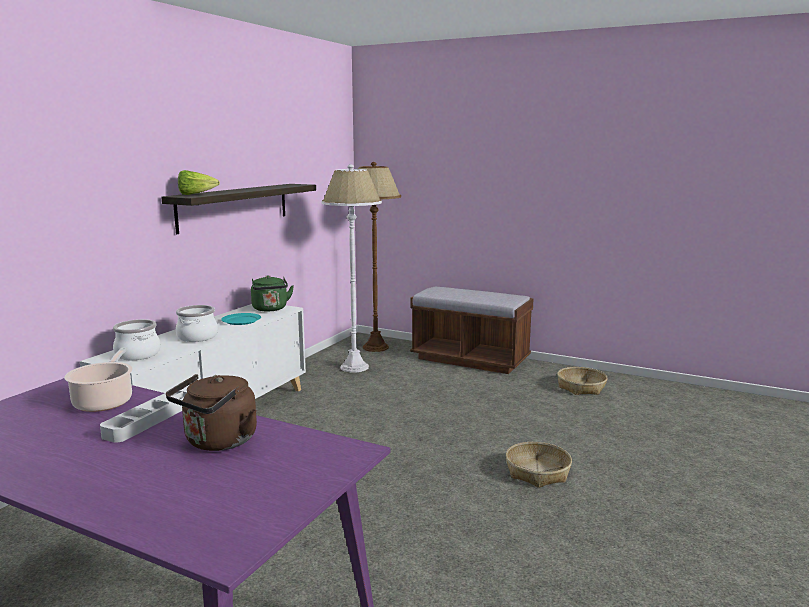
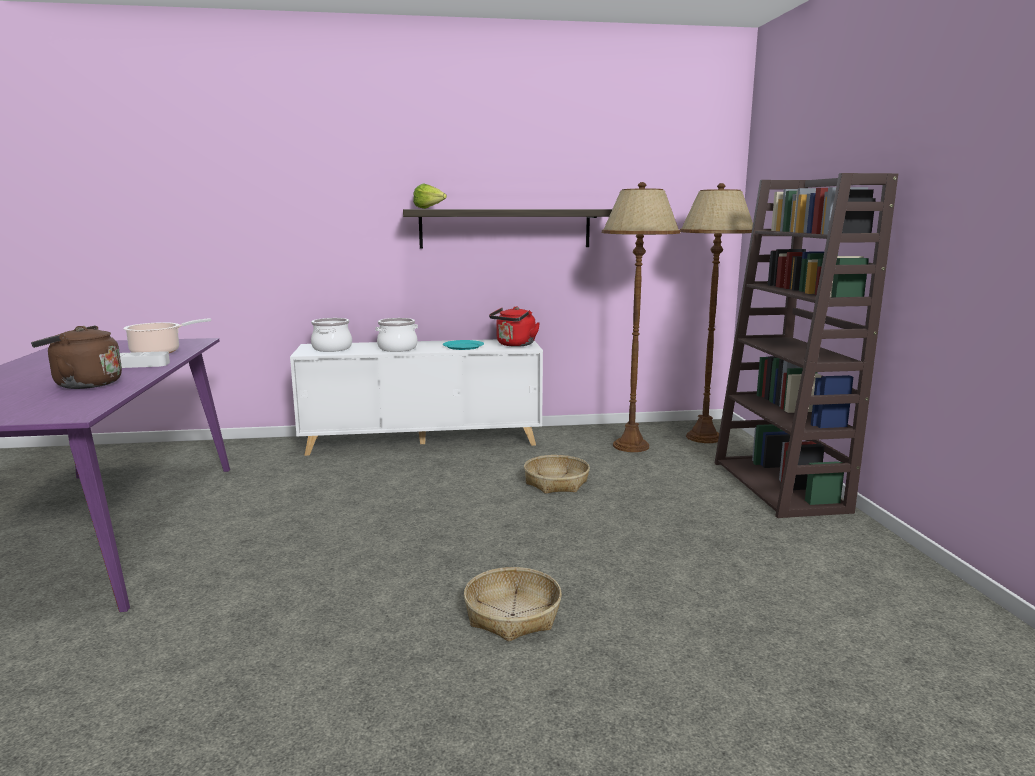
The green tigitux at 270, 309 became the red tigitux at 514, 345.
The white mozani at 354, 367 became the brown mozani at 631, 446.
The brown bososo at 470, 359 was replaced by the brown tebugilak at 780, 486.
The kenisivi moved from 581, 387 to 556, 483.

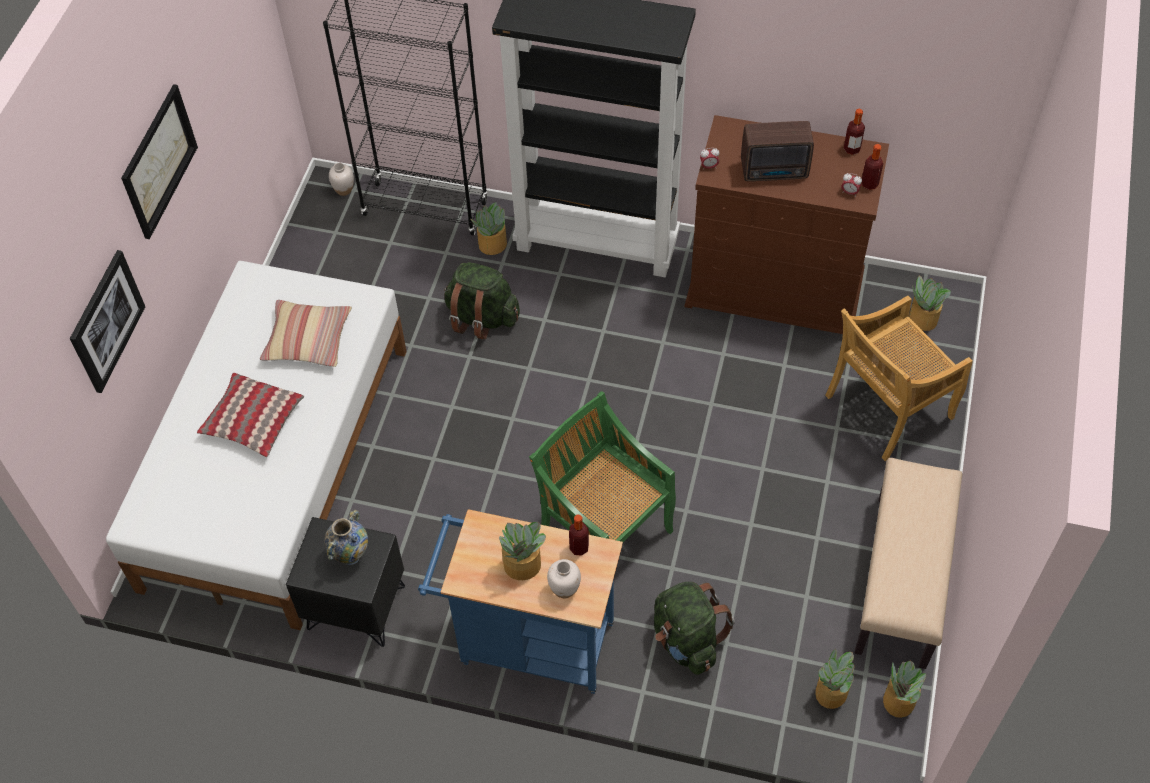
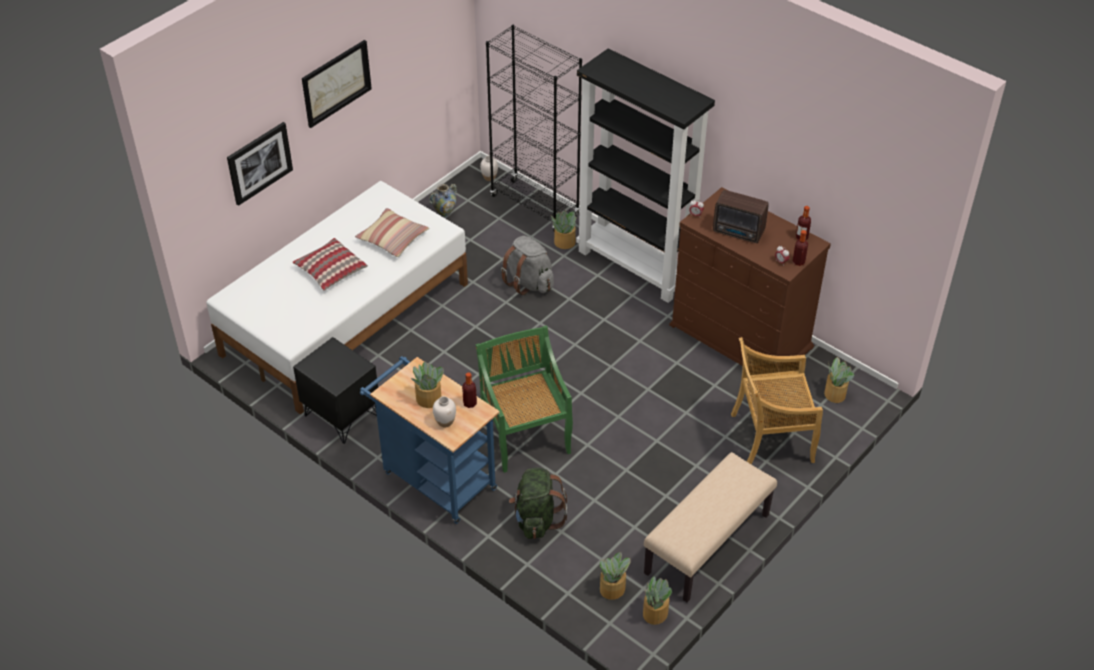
The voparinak moved from 350, 555 to 444, 213.
The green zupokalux at 482, 318 became the grey zupokalux at 529, 282.

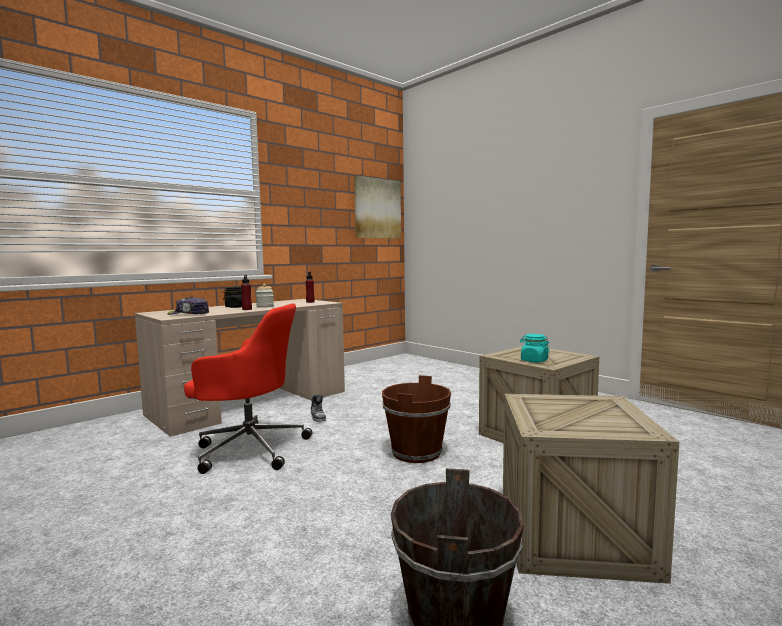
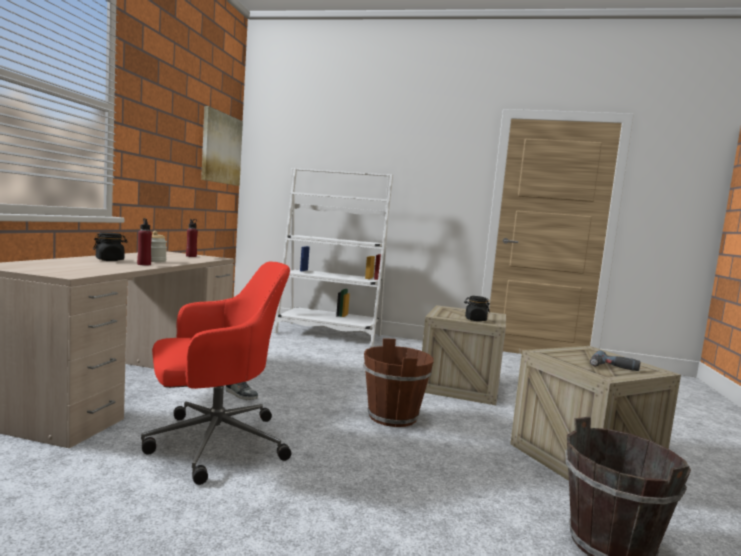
The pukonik at 188, 314 disappeared.
The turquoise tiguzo at 534, 360 became the black tiguzo at 475, 320.
The white tebugilak at 329, 334 appeared.
The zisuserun at 613, 368 appeared.

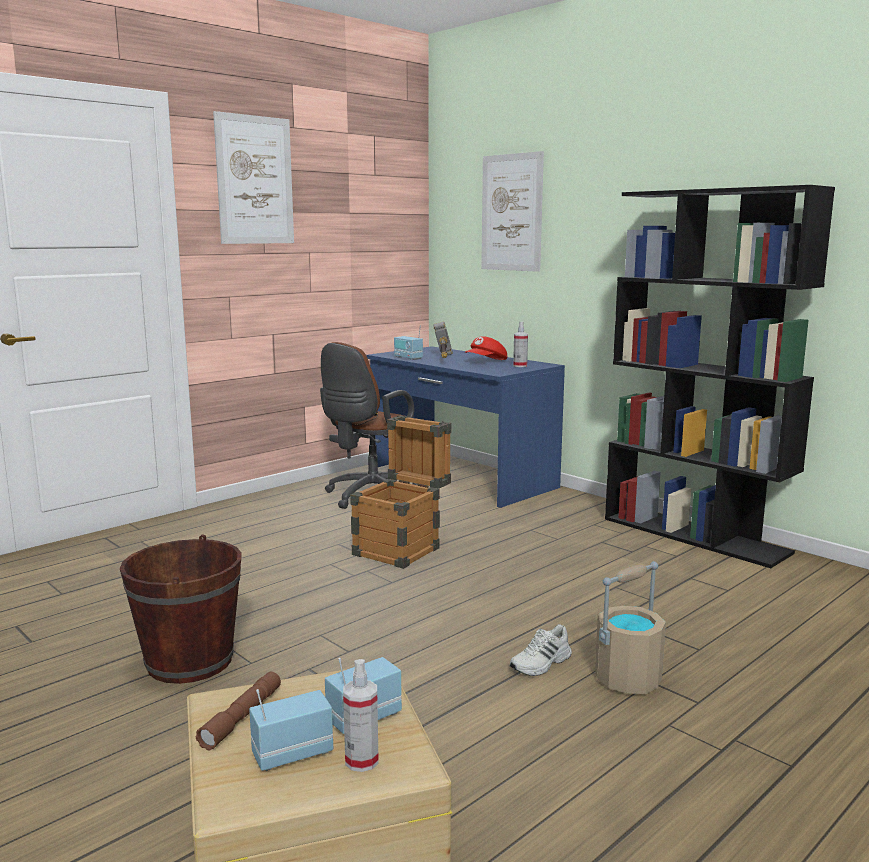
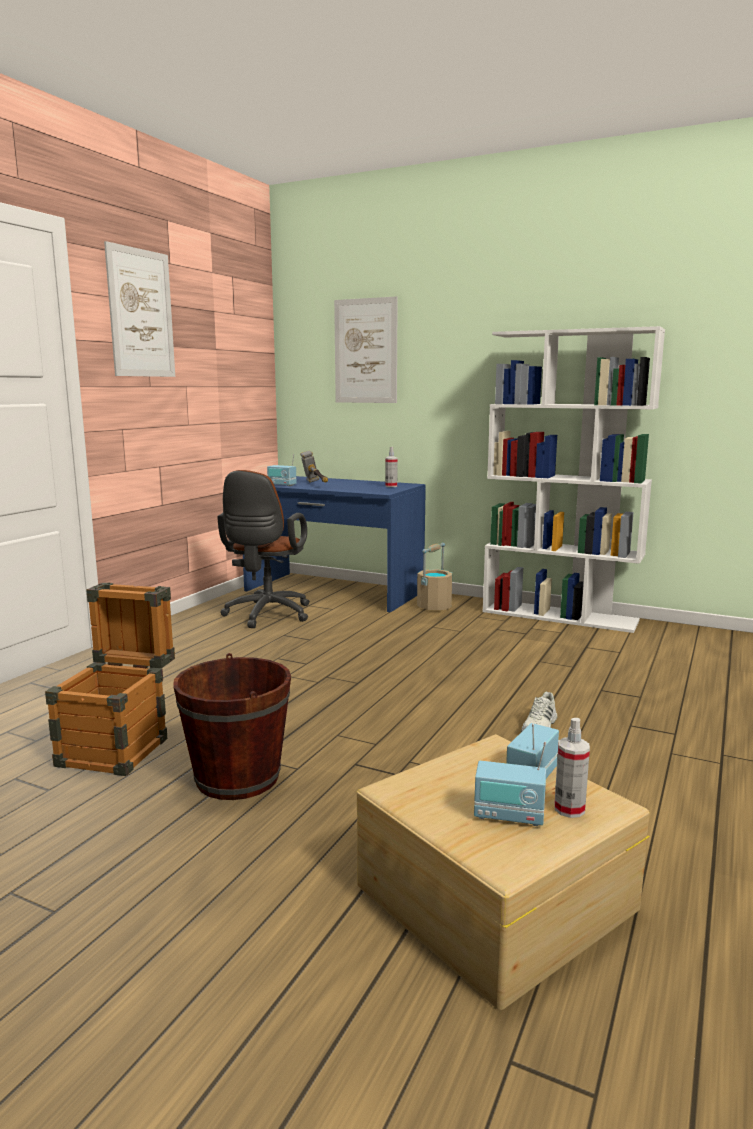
The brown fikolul at 242, 717 disappeared.
The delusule at 292, 754 turned 120 degrees counterclockwise.
The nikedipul moved from 403, 548 to 121, 746.
The red pukonik at 486, 362 disappeared.
The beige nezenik moved from 628, 678 to 434, 606.
The black tebugilak at 695, 535 became the white tebugilak at 560, 616.

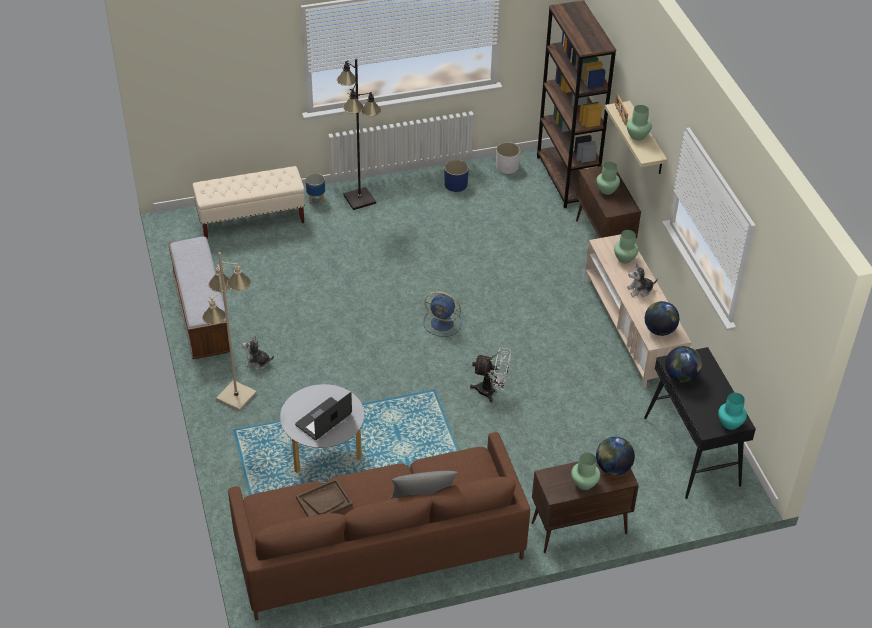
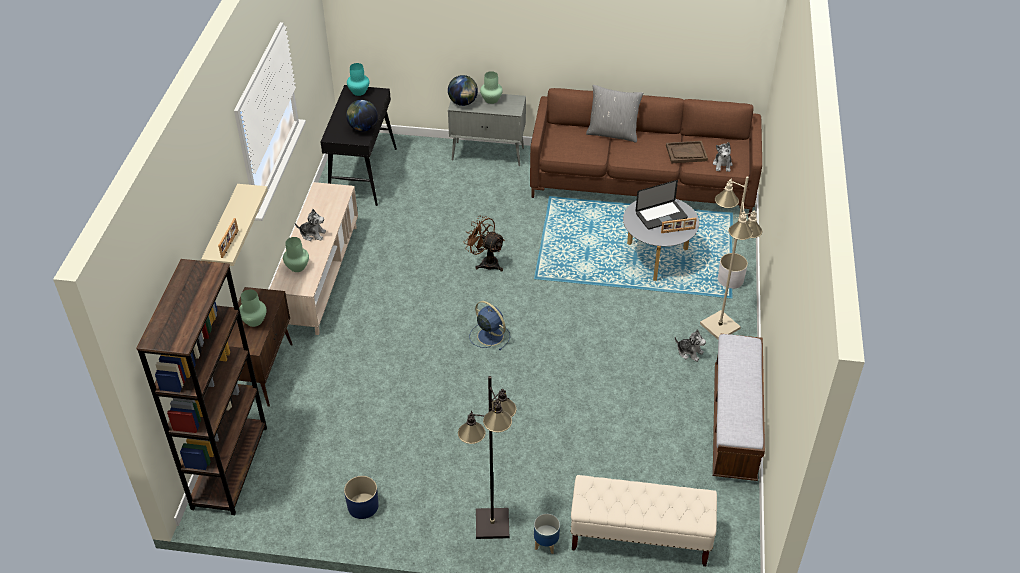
The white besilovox at 491, 391 became the brown besilovox at 486, 262.
The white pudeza moved from 507, 166 to 730, 279.
The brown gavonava at 578, 528 became the grey gavonava at 488, 154.
The green voparinak at 637, 136 disappeared.
The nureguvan at 659, 330 disappeared.
The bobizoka at 678, 231 appeared.
The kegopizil at 722, 165 appeared.

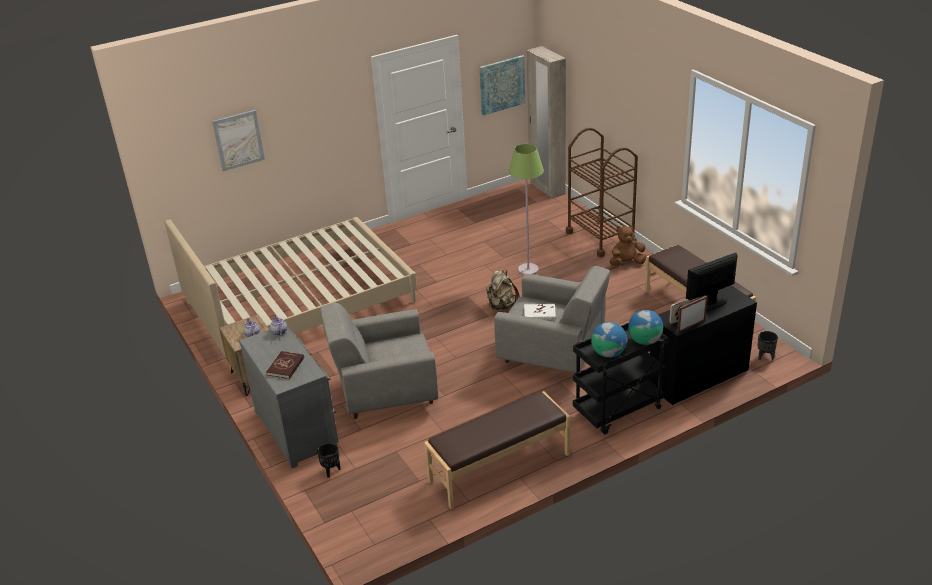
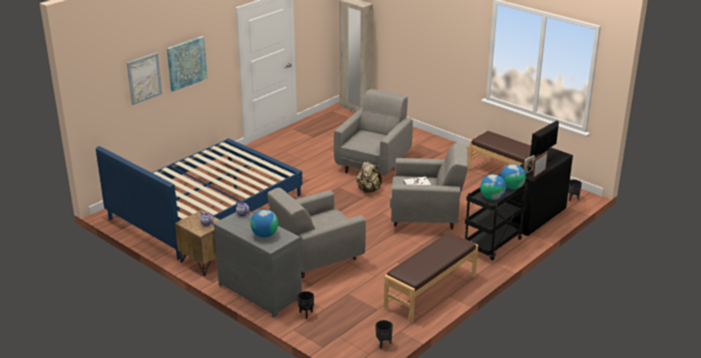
The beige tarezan at 299, 302 became the blue tarezan at 206, 207.
The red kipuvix at 286, 366 was replaced by the nureguvan at 264, 235.
The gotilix moved from 502, 84 to 186, 63.
The green mozani at 528, 270 was replaced by the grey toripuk at 374, 164.
The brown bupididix at 600, 238 disappeared.
The brown kegopizil at 626, 263 disappeared.
The black pudeza at 383, 344 appeared.

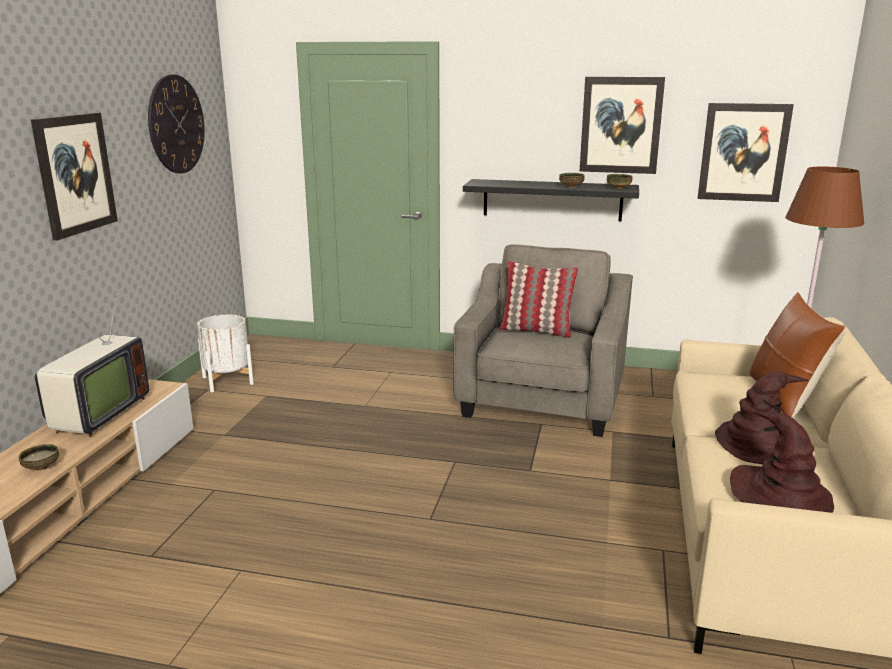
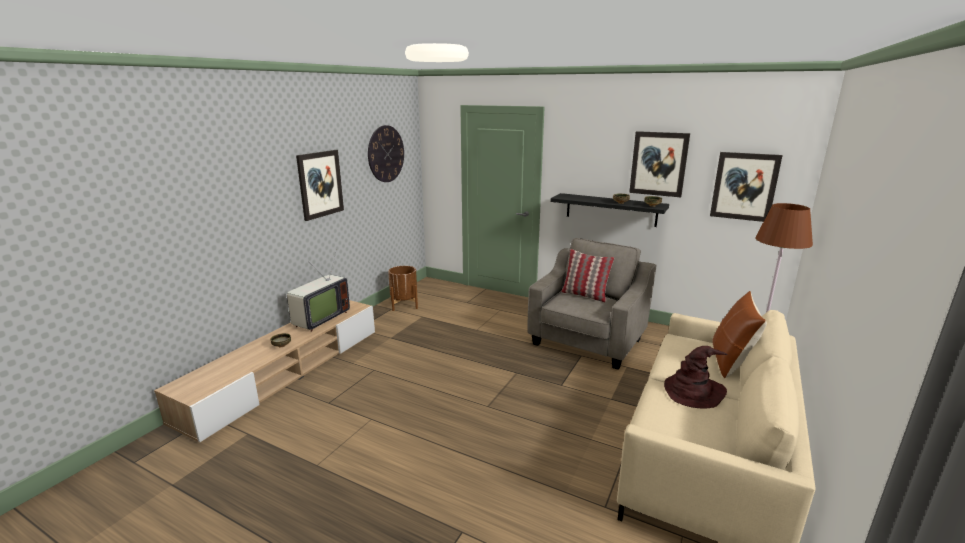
The white pudeza at 227, 380 became the brown pudeza at 404, 304.
The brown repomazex at 781, 496 disappeared.

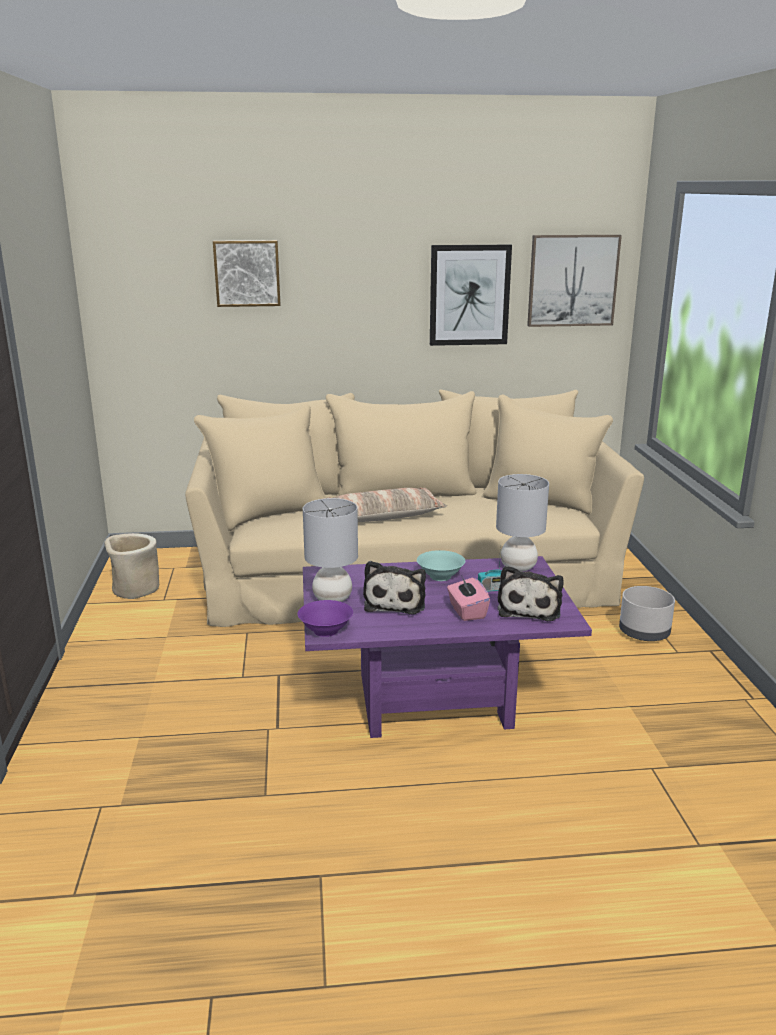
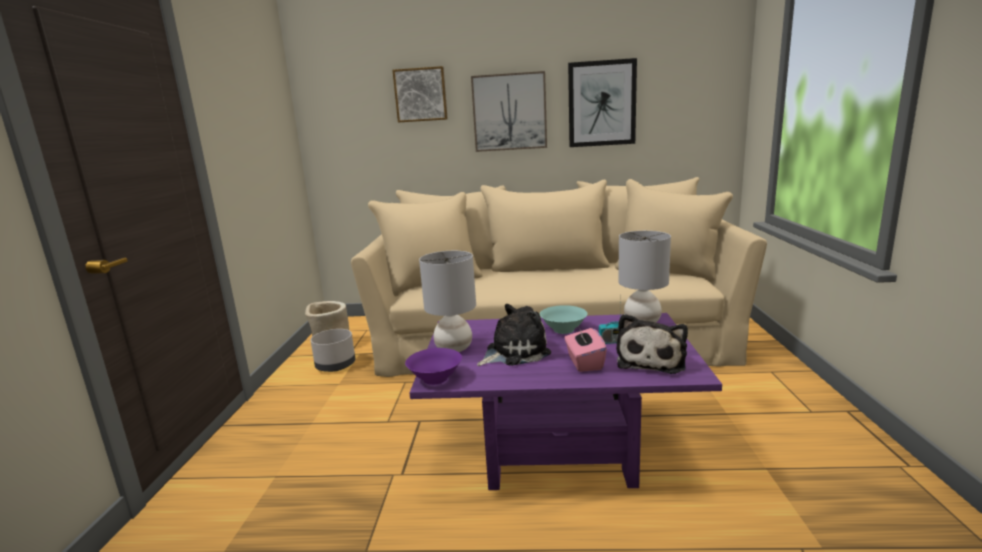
The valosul at 381, 516 disappeared.
The kegopizil at 396, 602 turned 135 degrees counterclockwise.
The gotilix moved from 572, 280 to 509, 112.
The grey pudeza moved from 643, 633 to 335, 366.

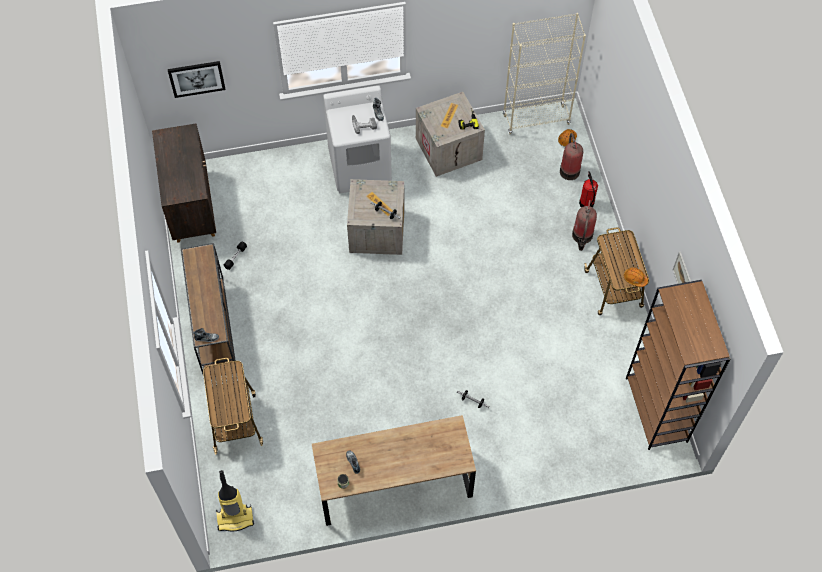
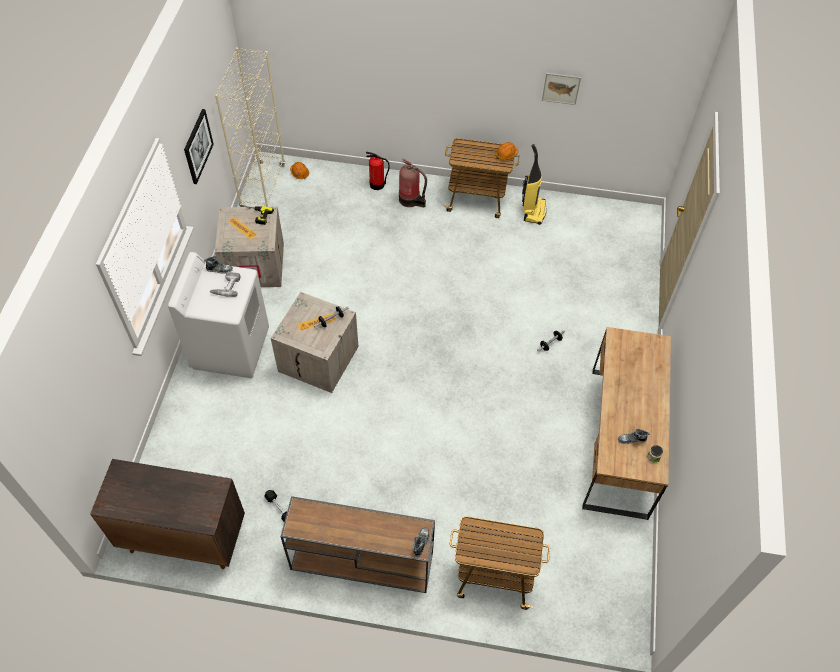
The gotilix moved from 196, 78 to 197, 146.
The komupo moved from 235, 517 to 533, 211.
The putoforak at 569, 170 disappeared.
The brown tebugilak at 657, 410 disappeared.

